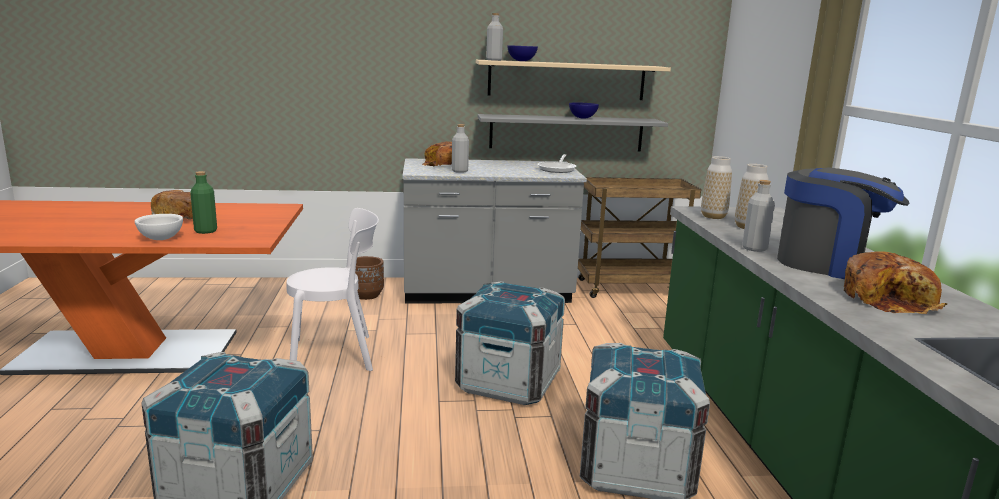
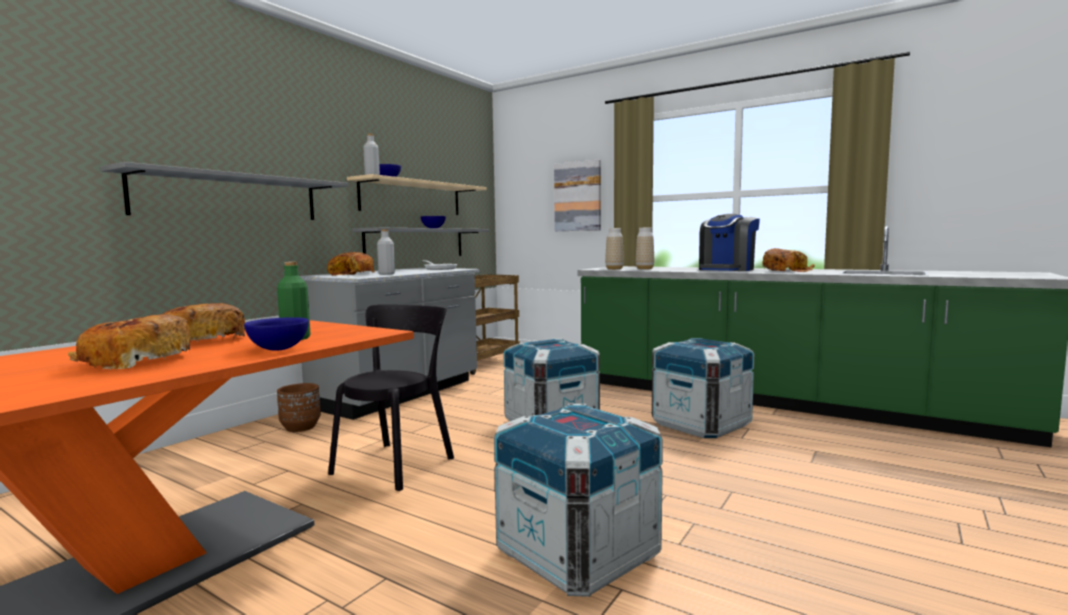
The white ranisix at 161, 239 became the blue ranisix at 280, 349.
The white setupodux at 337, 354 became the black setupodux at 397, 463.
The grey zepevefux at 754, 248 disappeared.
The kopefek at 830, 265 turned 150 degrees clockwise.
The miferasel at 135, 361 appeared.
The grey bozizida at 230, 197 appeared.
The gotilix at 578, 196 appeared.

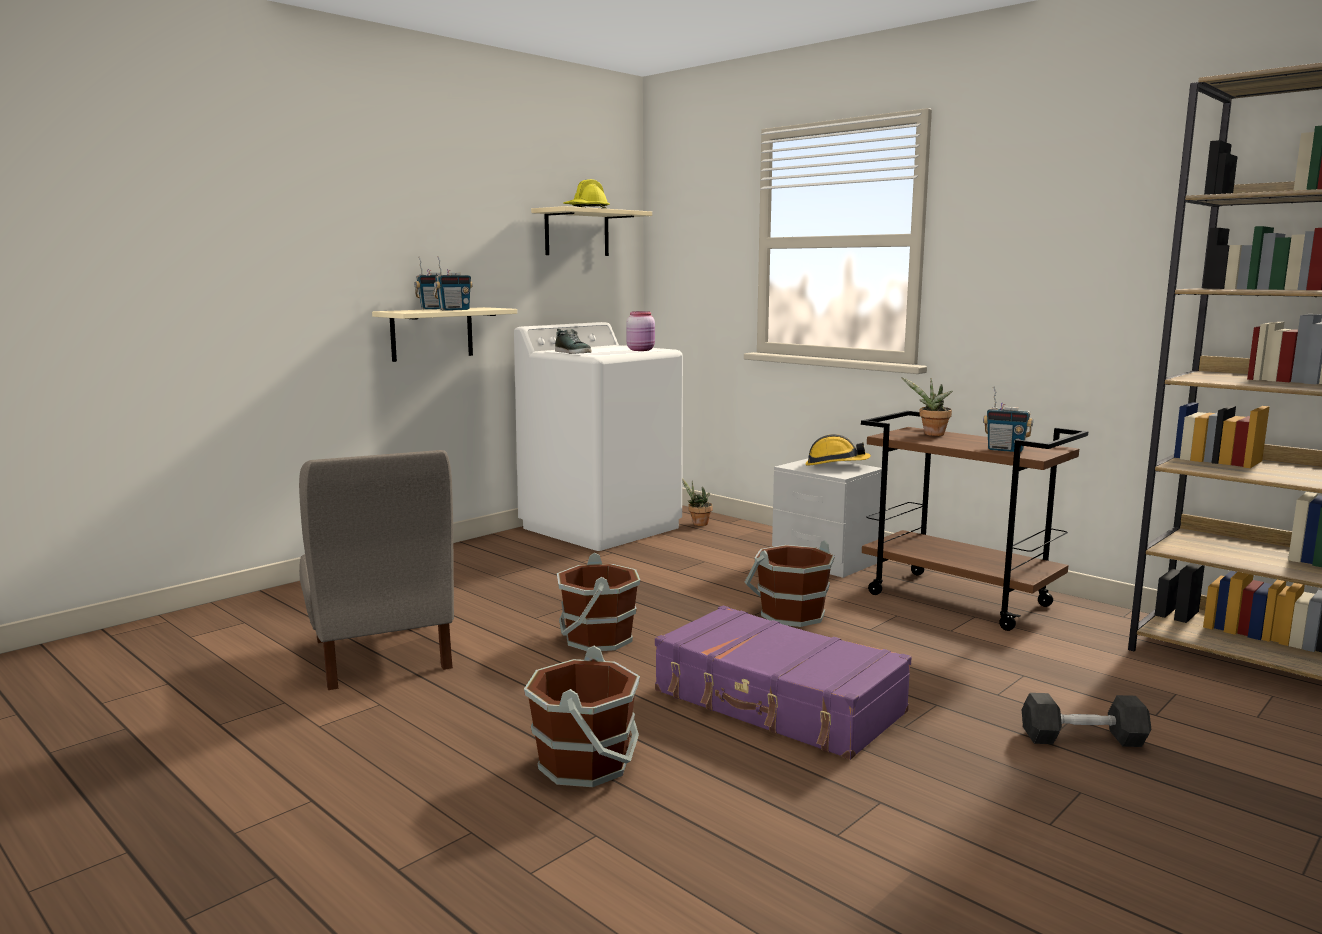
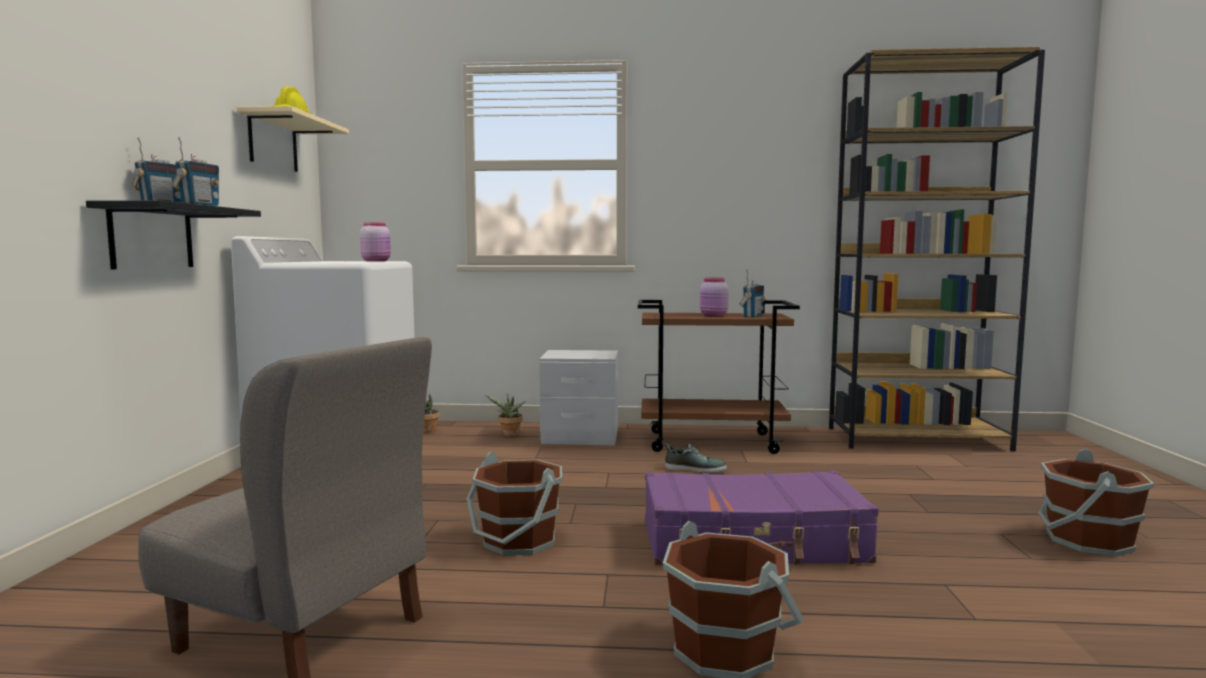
The beige bozizida at 432, 333 became the black bozizida at 152, 237.
The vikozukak moved from 573, 352 to 695, 468.
The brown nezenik moved from 791, 614 to 1087, 540.
The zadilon at 836, 465 disappeared.
The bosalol moved from 931, 434 to 509, 435.
The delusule at 1005, 450 turned 45 degrees counterclockwise.
The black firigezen at 1083, 739 disappeared.
The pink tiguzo at 713, 315 appeared.

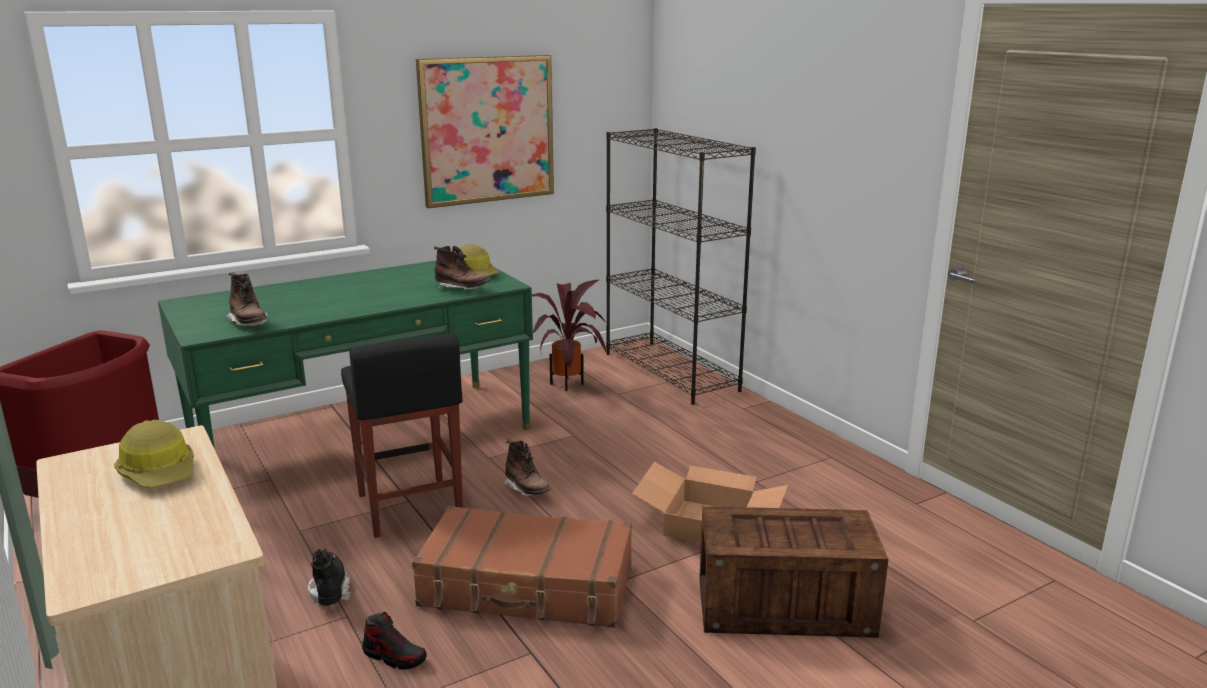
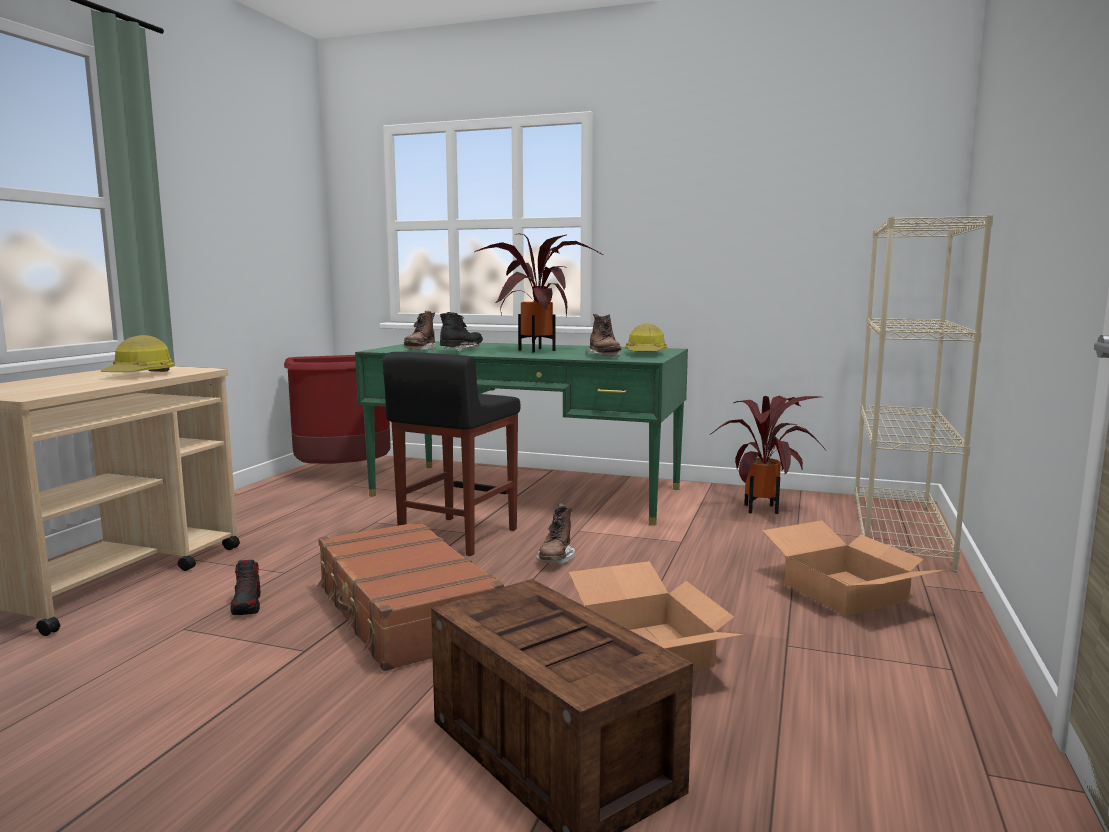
The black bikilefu moved from 330, 590 to 461, 350.
The gotilix at 487, 130 disappeared.
The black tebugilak at 671, 372 became the beige tebugilak at 899, 532.
The bosalol at 537, 351 appeared.
The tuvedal at 847, 592 appeared.

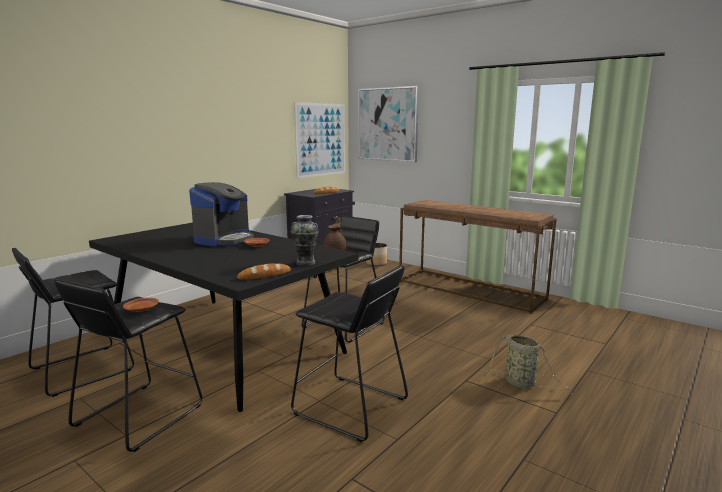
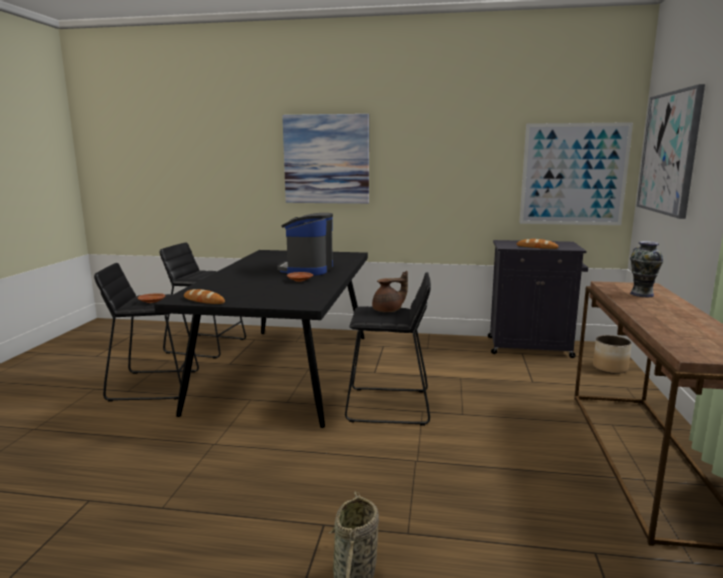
The kopefek at 224, 239 turned 105 degrees clockwise.
The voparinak moved from 305, 263 to 641, 294.
The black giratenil at 349, 407 disappeared.
The gotilix at 326, 159 appeared.

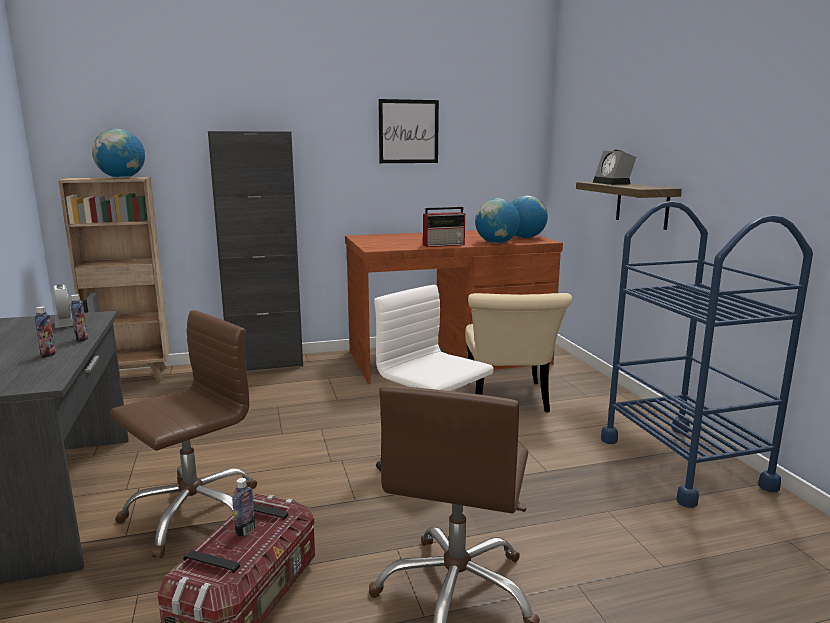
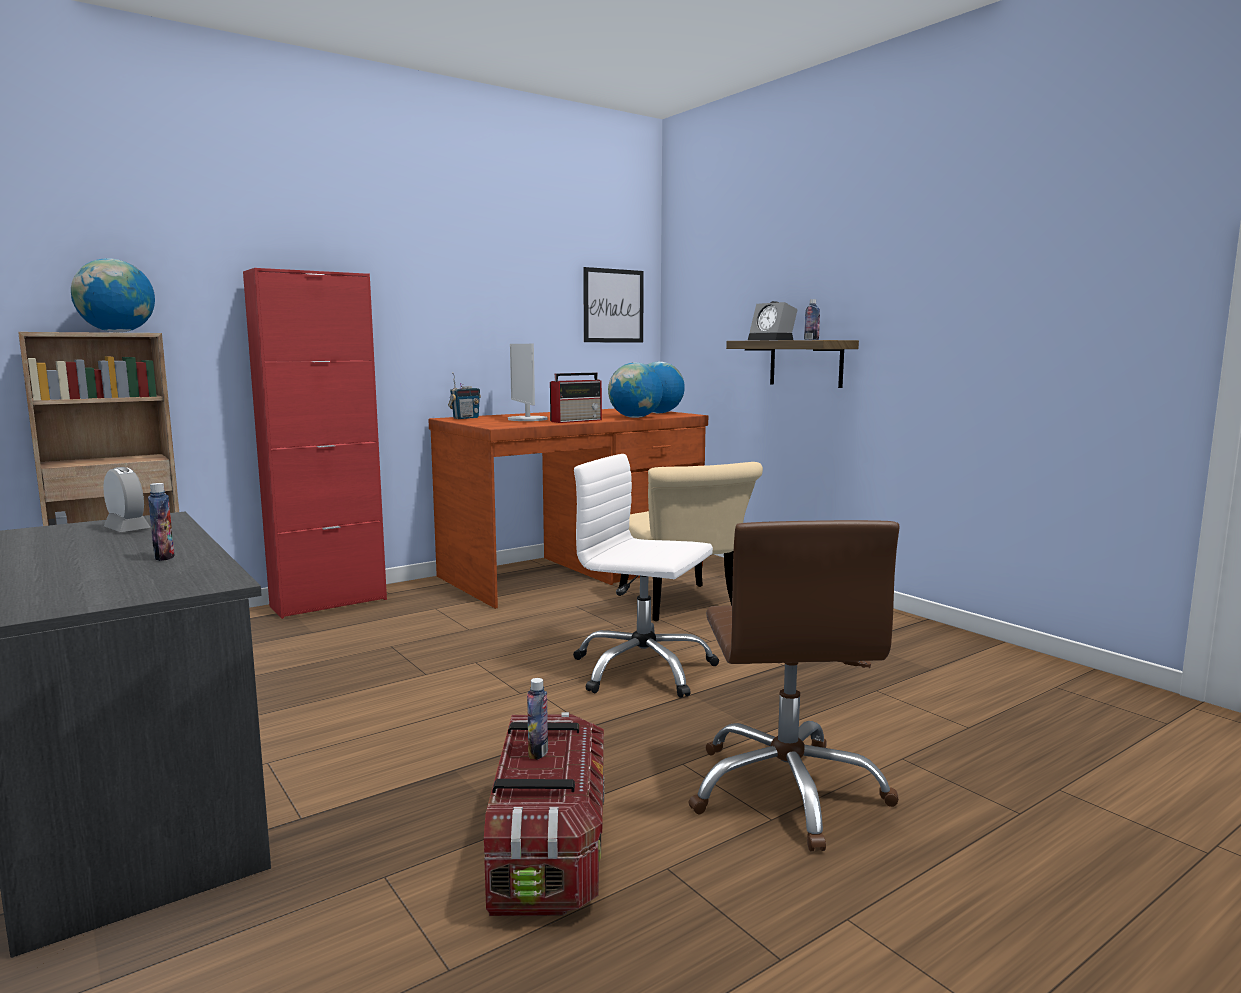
The zepevefux moved from 81, 339 to 811, 339.
The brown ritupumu at 193, 513 disappeared.
The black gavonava at 265, 364 became the red gavonava at 329, 603.
The gotilix moved from 408, 131 to 613, 306.
The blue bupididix at 683, 463 disappeared.
The delusule at 465, 418 appeared.
The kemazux at 527, 419 appeared.

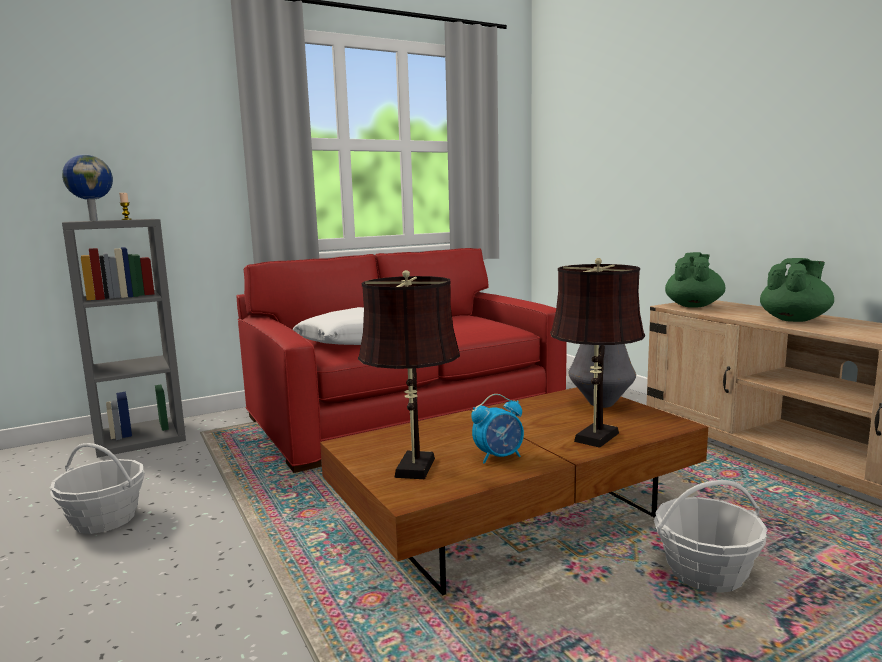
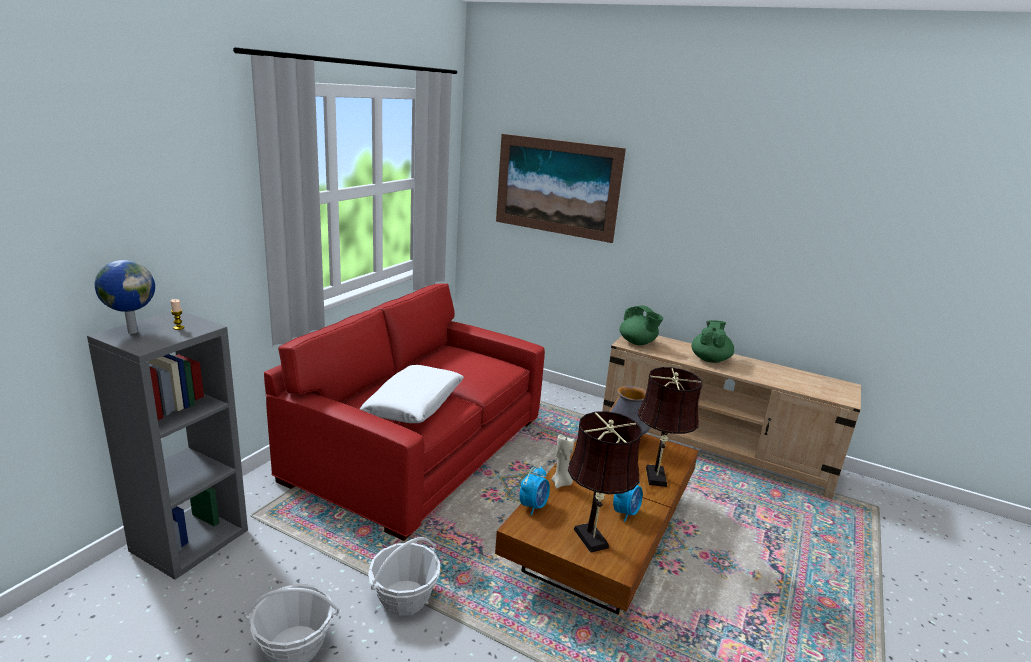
The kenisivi moved from 706, 574 to 404, 597.
The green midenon at 693, 306 turned 150 degrees clockwise.
The gotilix at 557, 187 appeared.
The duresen at 533, 506 appeared.
The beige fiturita at 561, 483 appeared.

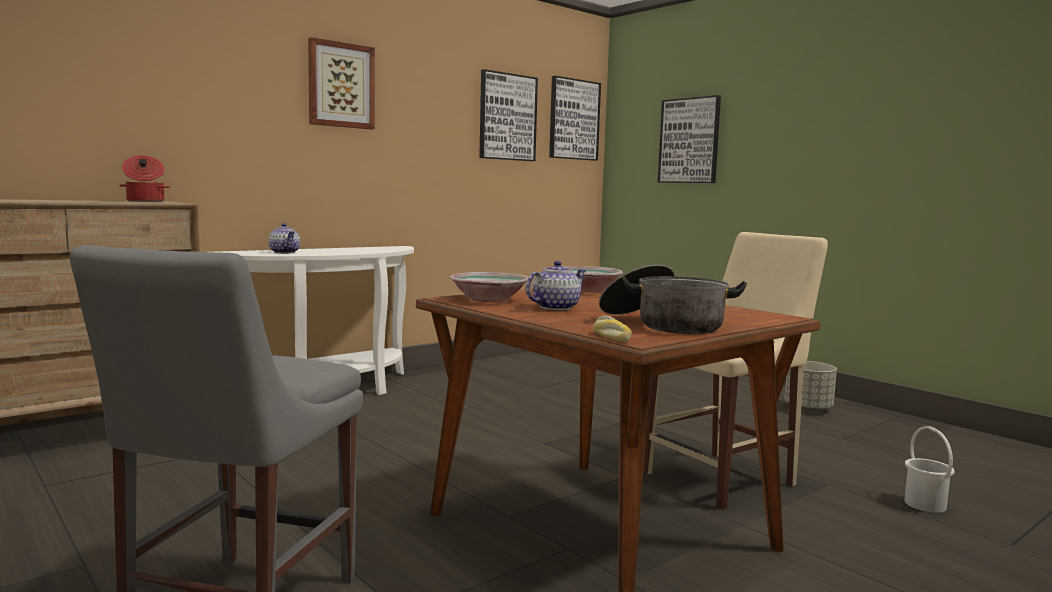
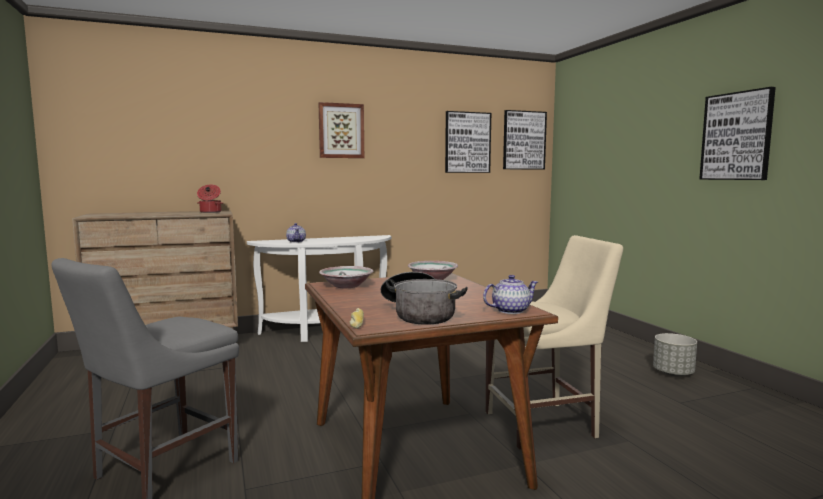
The midenon moved from 555, 307 to 510, 310.
The gotilix moved from 689, 140 to 736, 136.
The white nezenik at 925, 504 disappeared.

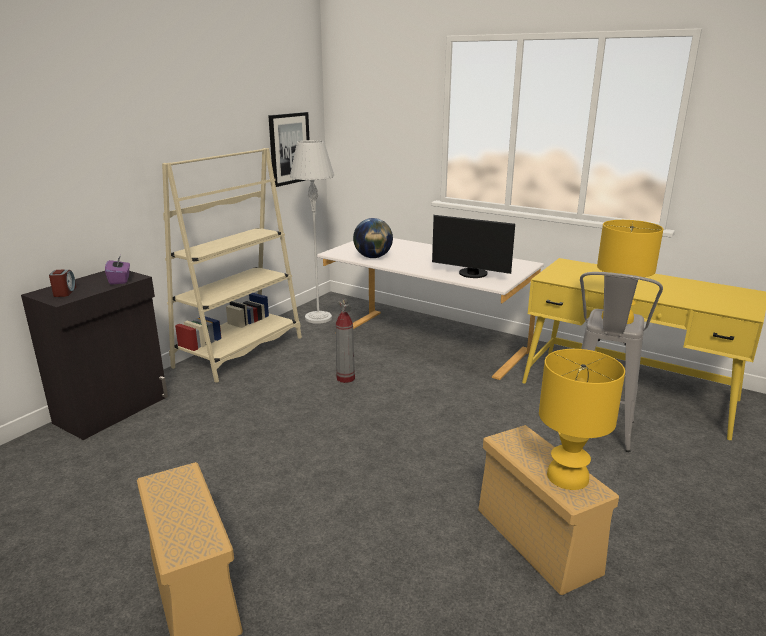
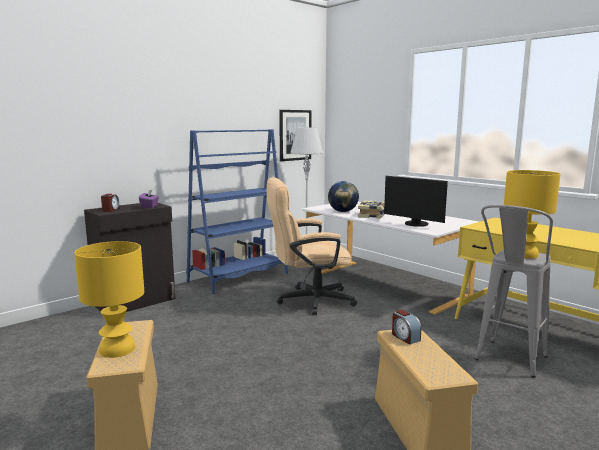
The beige tebugilak at 240, 352 became the blue tebugilak at 239, 278.
The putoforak at 345, 378 was replaced by the beige ritupumu at 308, 301.
The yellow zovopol moved from 569, 477 to 117, 350.
The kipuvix at 372, 215 appeared.
The duresen at 405, 337 appeared.

